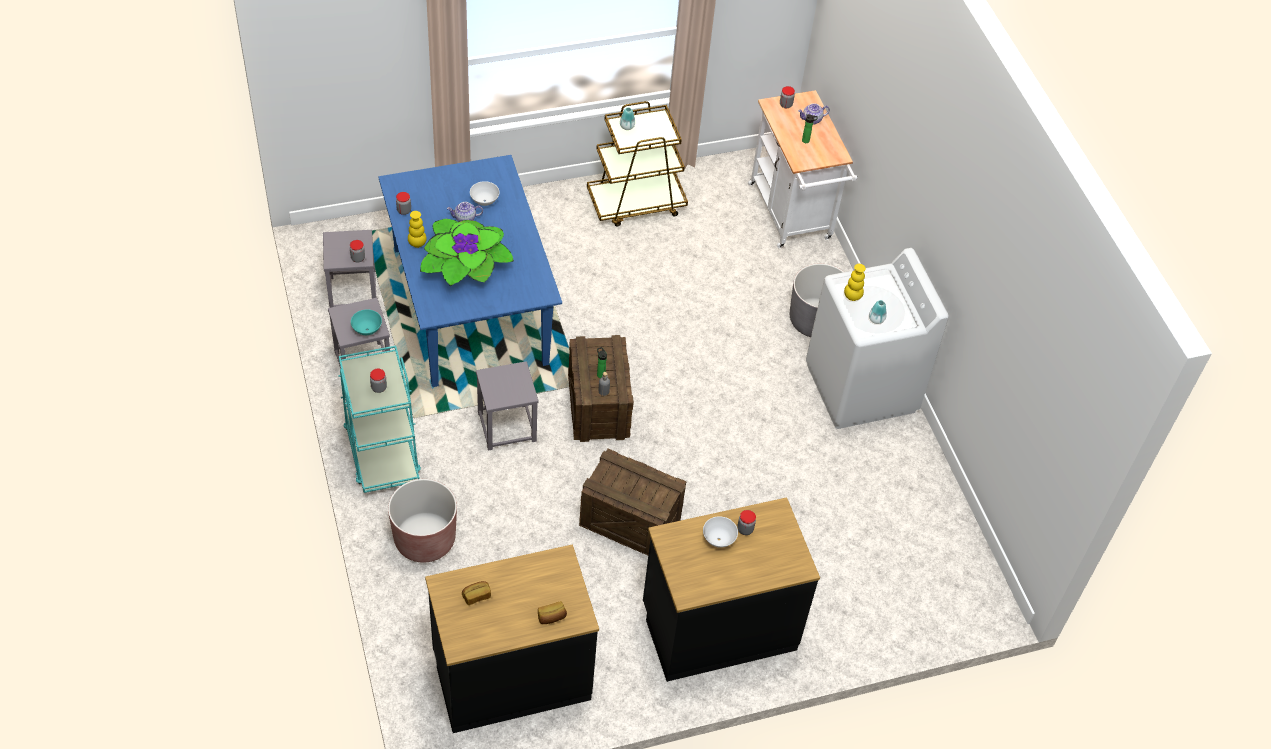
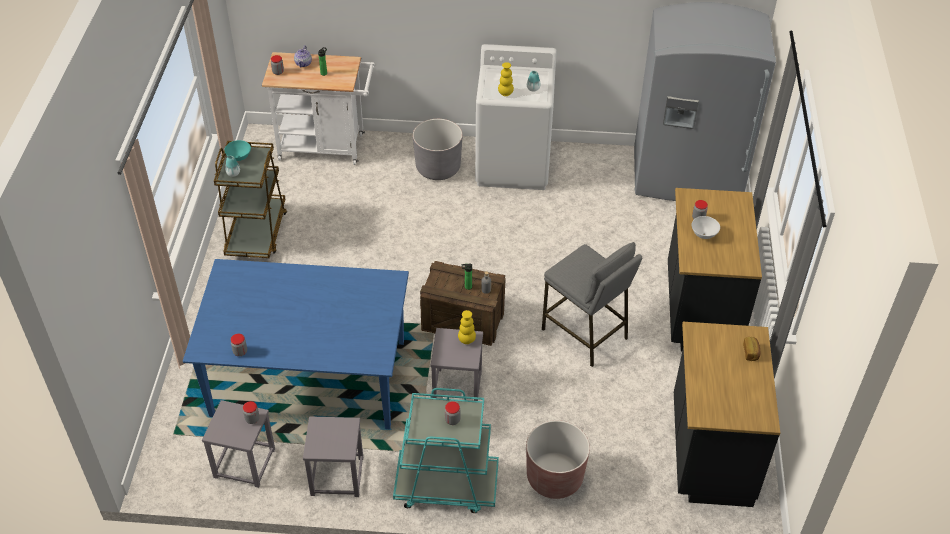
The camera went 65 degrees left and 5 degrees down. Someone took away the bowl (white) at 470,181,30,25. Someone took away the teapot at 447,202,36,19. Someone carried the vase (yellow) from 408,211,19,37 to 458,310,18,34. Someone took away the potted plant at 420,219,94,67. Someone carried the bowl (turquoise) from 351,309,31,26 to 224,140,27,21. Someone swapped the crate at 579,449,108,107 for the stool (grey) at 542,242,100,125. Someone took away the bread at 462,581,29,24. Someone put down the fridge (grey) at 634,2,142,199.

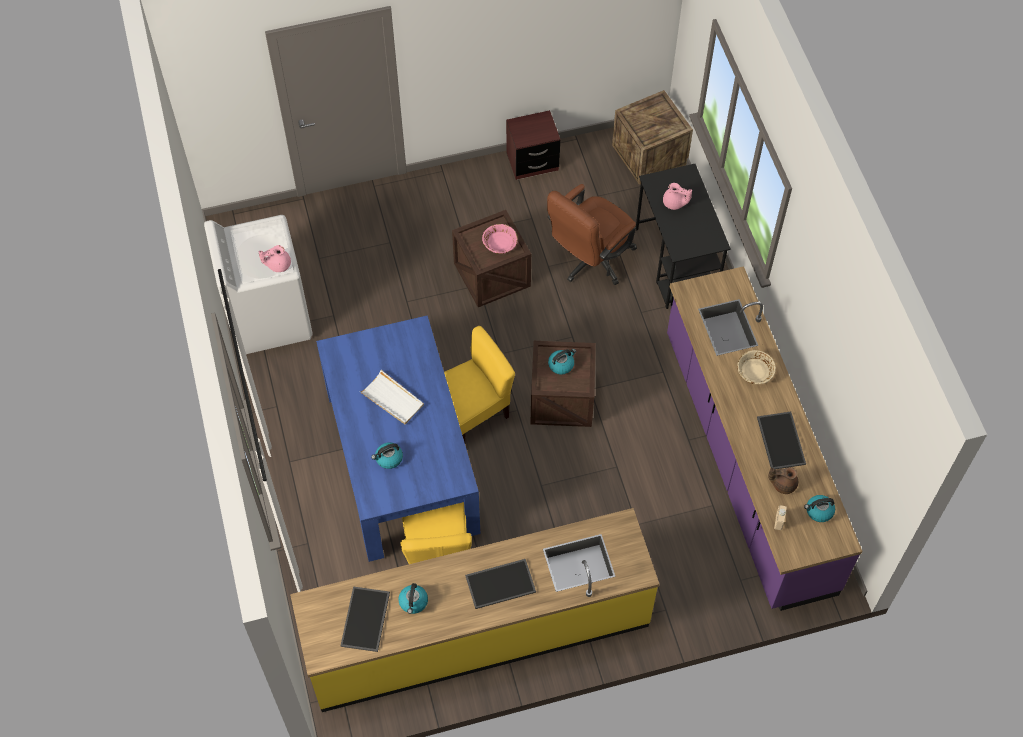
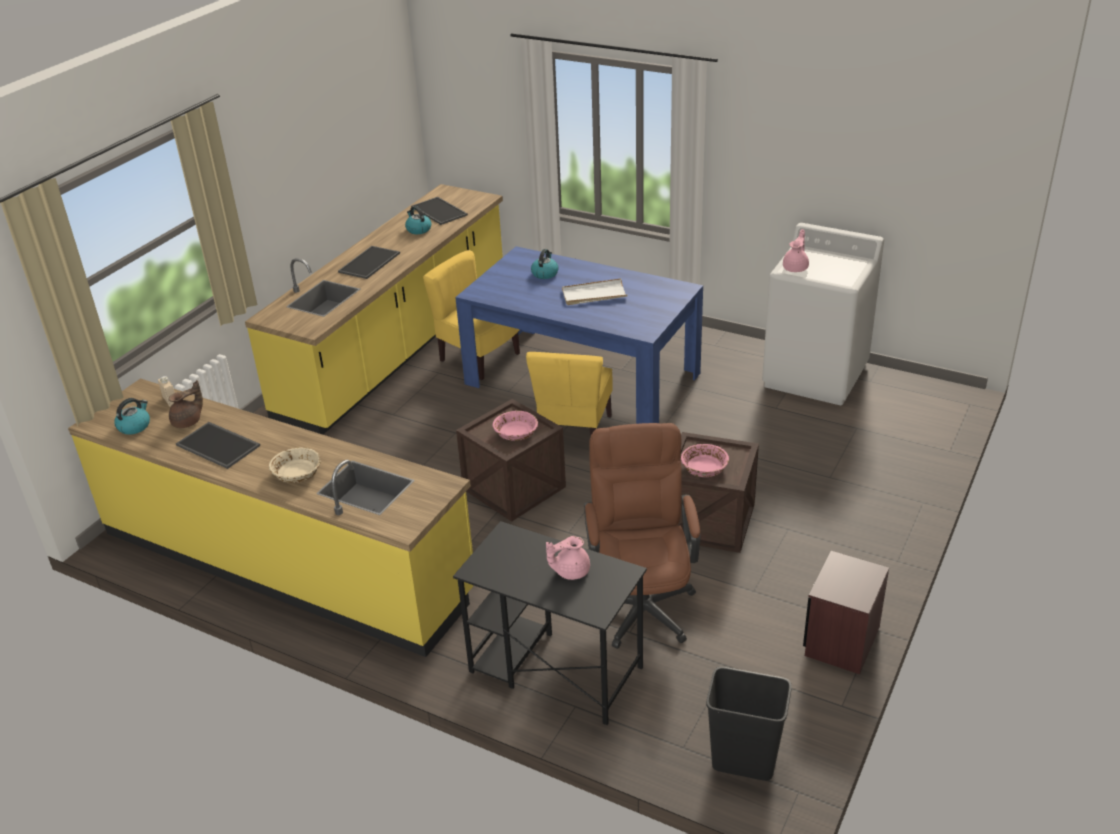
The camera went 135 degrees right and 25 degrees down. Someone swapped the crate at 612,90,81,95 for the trash can (black) at 706,667,86,114. Someone repainted the counter (purple) at 667,266,195,345, which became the counter (yellow) at 68,378,406,279. Someone swapped the kettle at 548,349,28,26 for the bowl (pink) at 493,410,45,31.

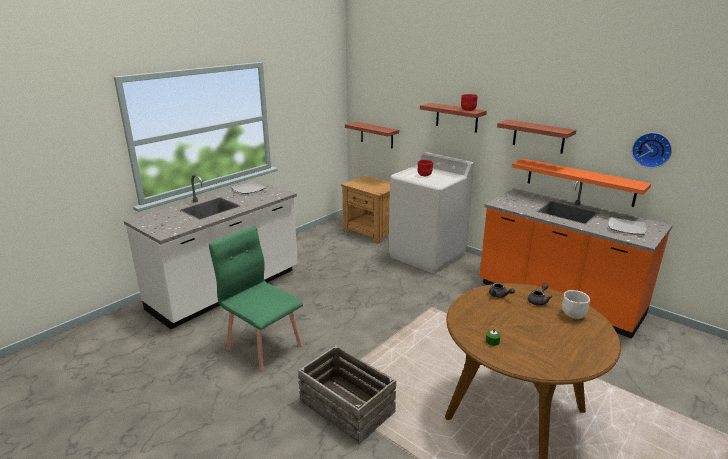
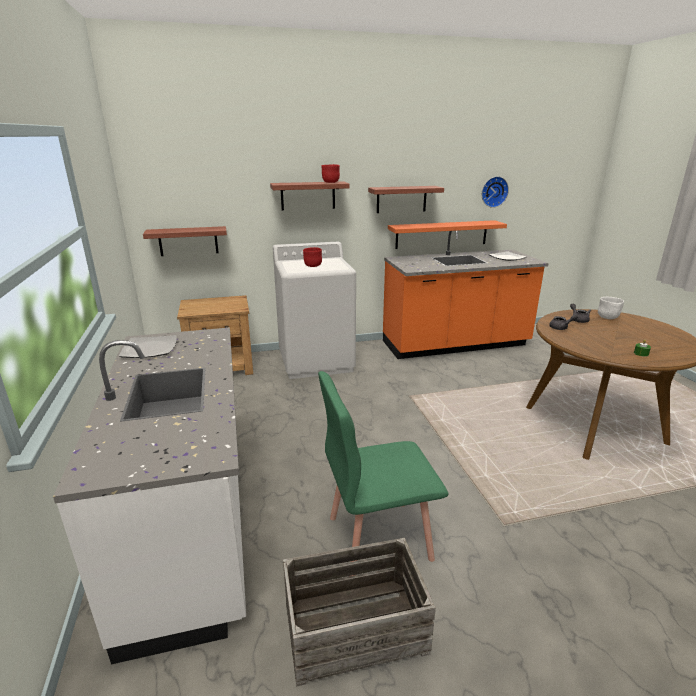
The camera went 55 degrees left and 0 degrees up. Someone carried the crate from 298,345,98,100 to 283,538,153,149.

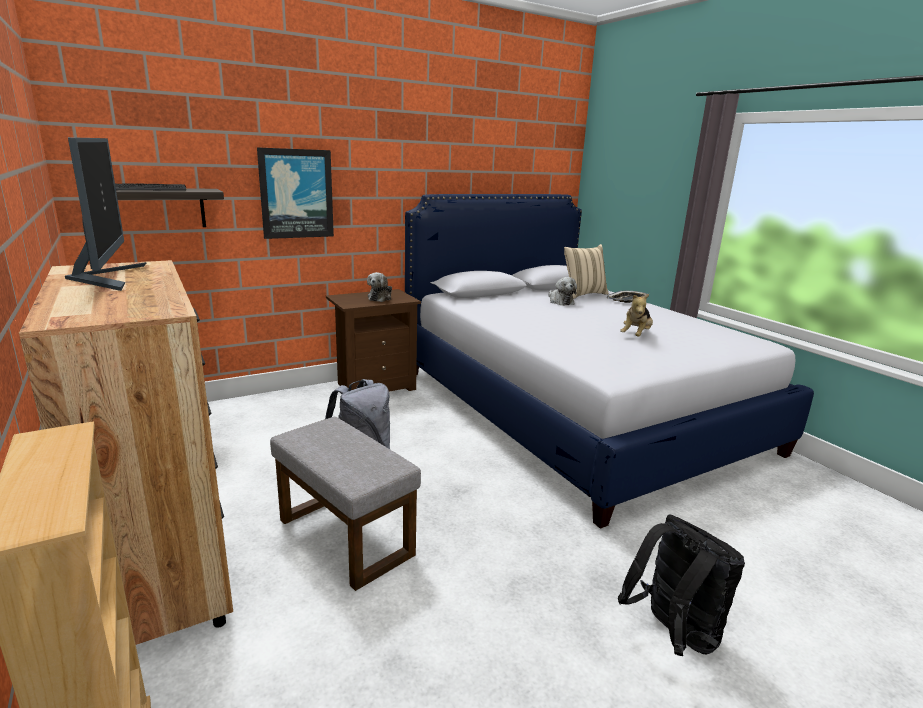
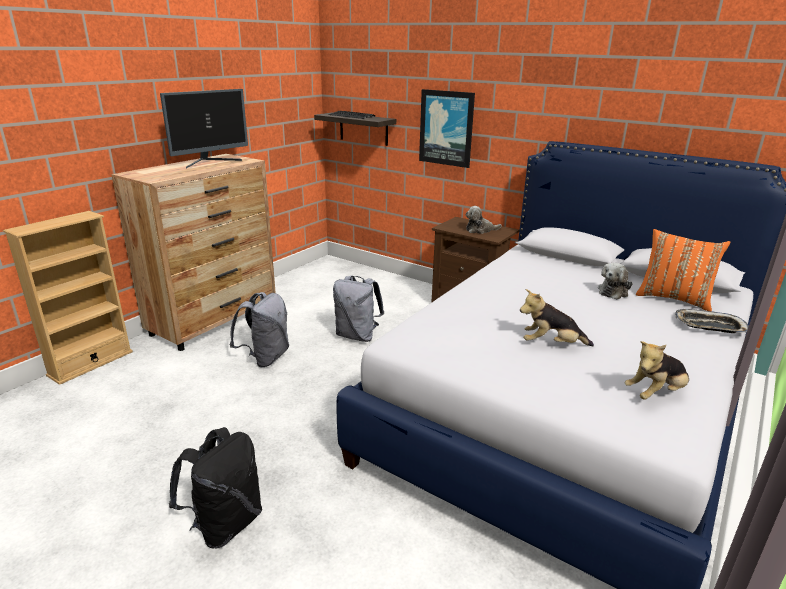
The camera went 65 degrees right and 5 degrees up. Someone repainted the pillow (beige) at 564,244,45,55, which became the pillow (orange) at 636,229,95,82. Someone swapped the ottoman (grey) at 270,417,151,174 for the backpack (grey) at 229,292,60,75. Someone put down the plush toy at 624,341,65,59.

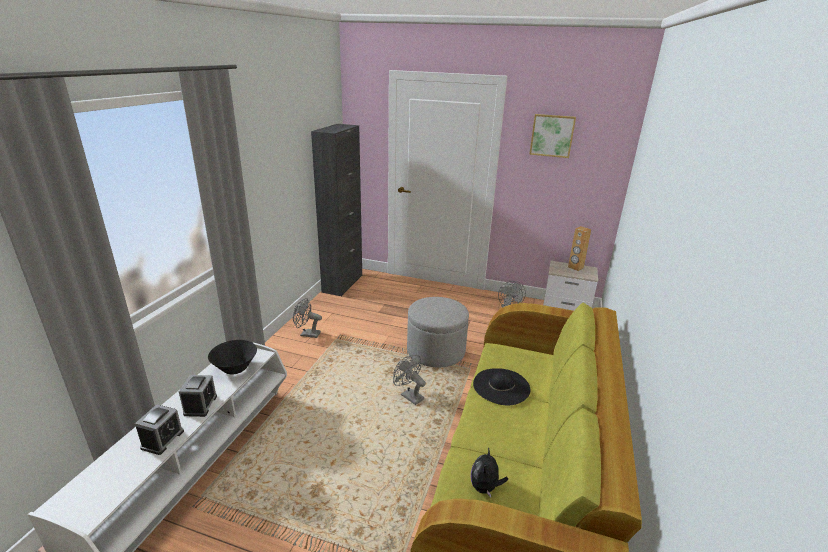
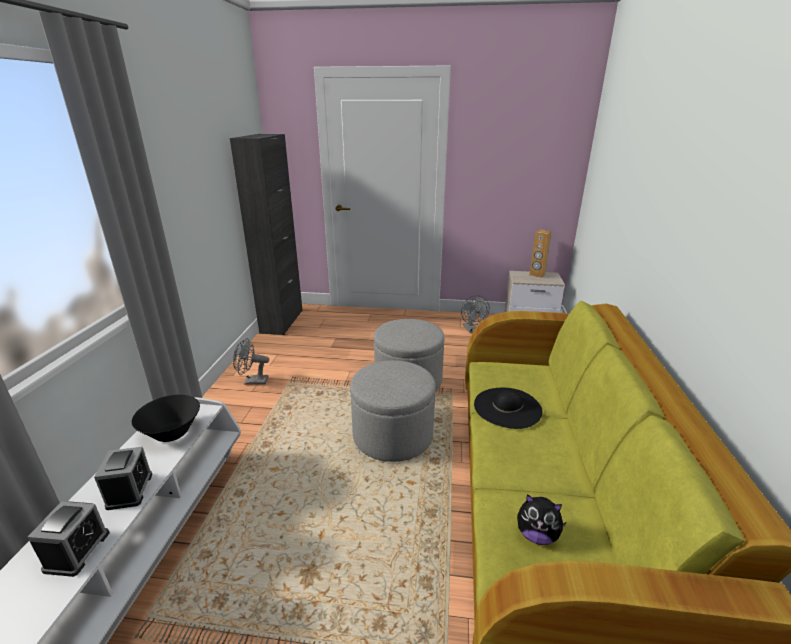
The camera went 10 degrees left and 0 degrees up. Someone took away the picture at 529,114,47,44. Someone swapped the fan (grey) at 393,355,33,50 for the ottoman (grey) at 350,360,86,102. Someone rotated the plush toy at 471,447,37,51 by 75 degrees counterclockwise.

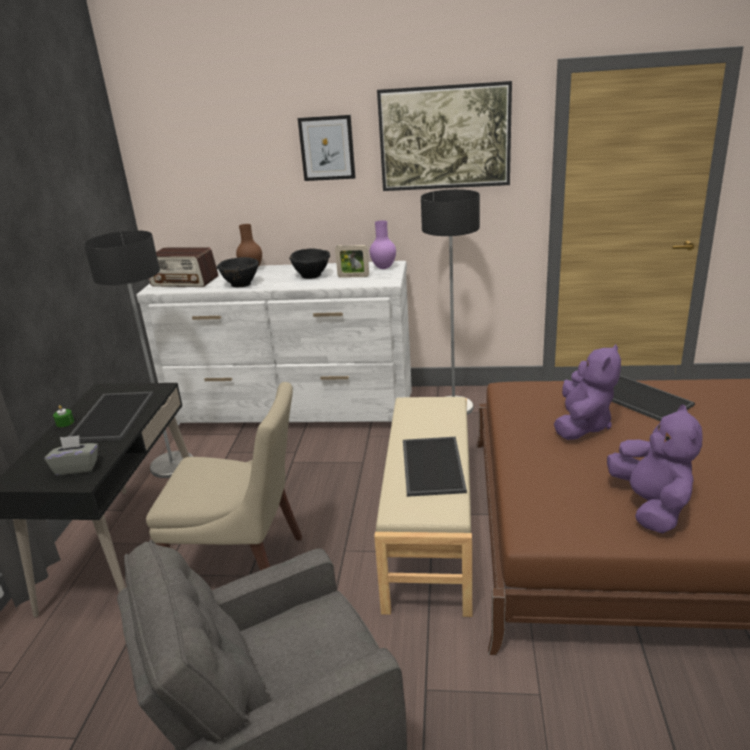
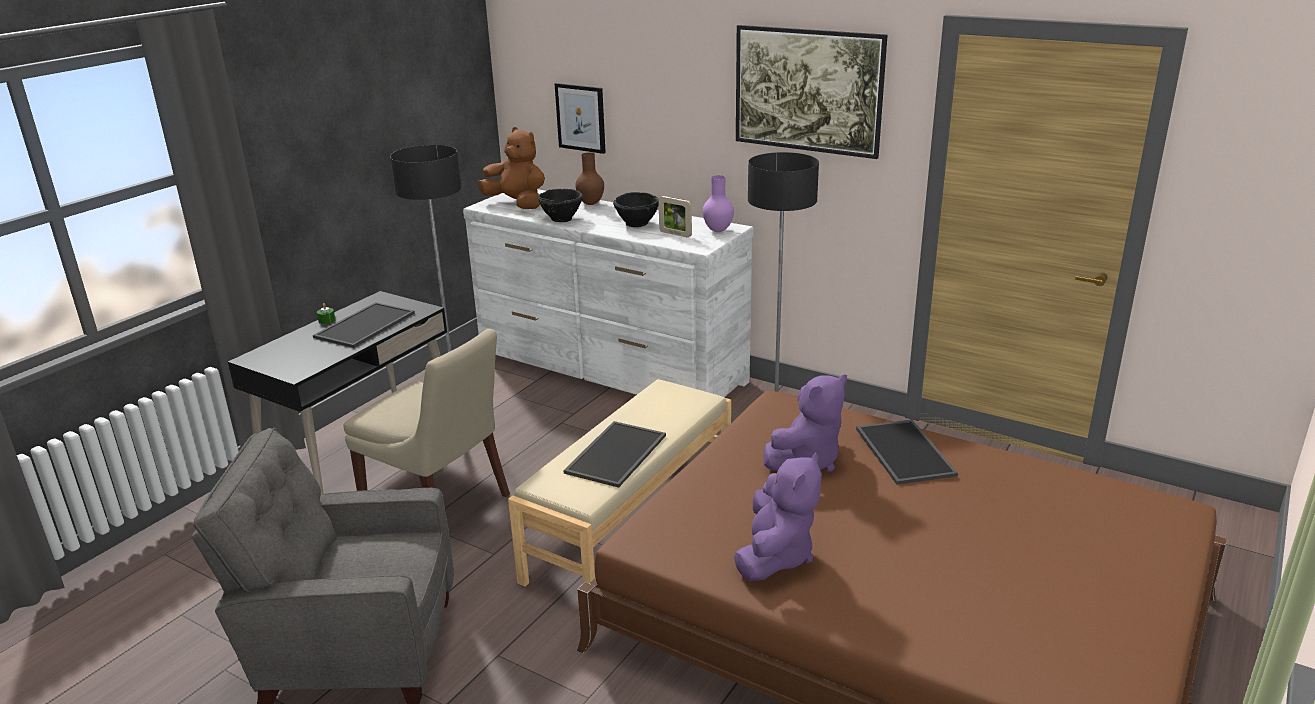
The camera went 25 degrees right and 0 degrees up. Someone carried the picture from 298,115,57,66 to 555,83,51,71. Someone swapped the radio at 149,247,69,40 for the plush toy (brown) at 478,127,67,82. Someone took away the tissue box (grey) at 44,435,54,40.

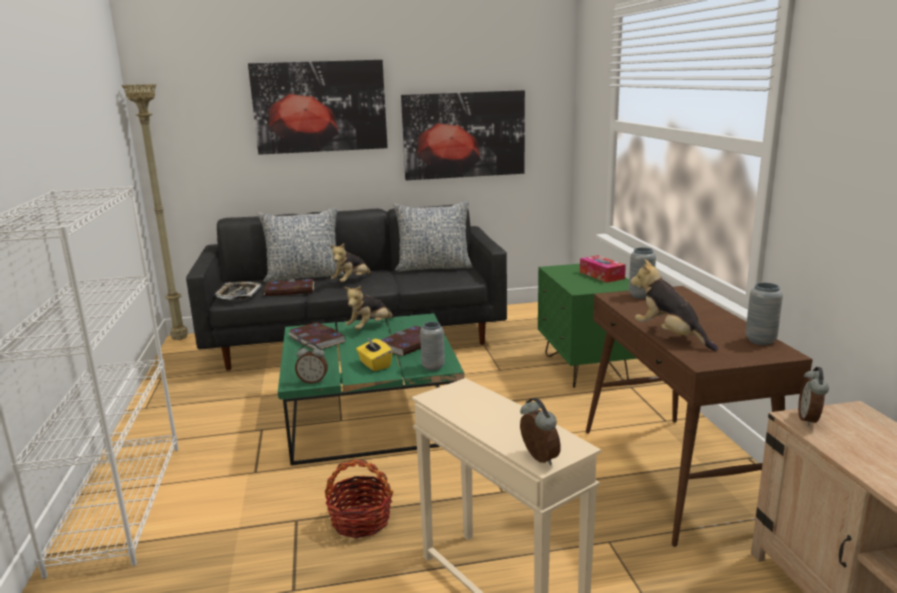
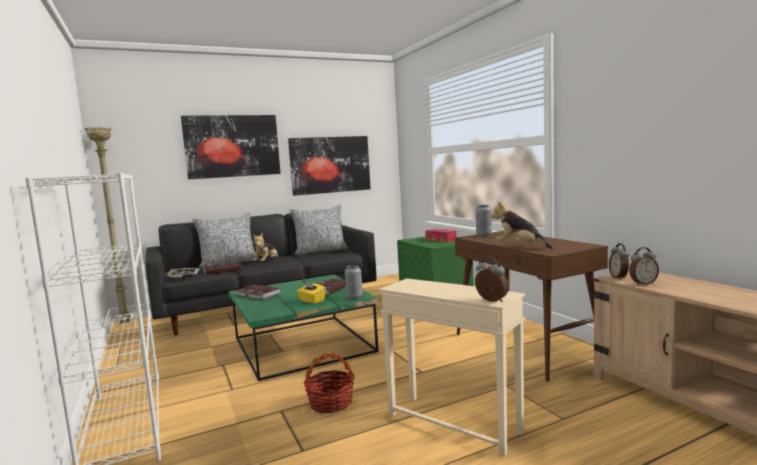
The camera went 15 degrees left and 10 degrees down. Someone took away the vase (grey) at 745,283,38,62. Someone took away the plush toy at 344,285,50,45. Someone carried the alarm clock from 295,343,33,41 to 629,247,30,38.

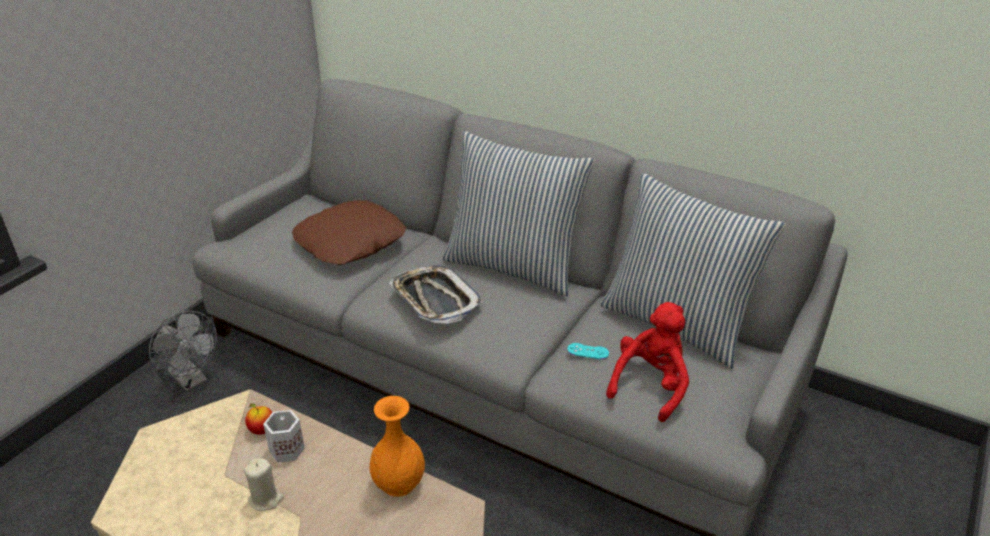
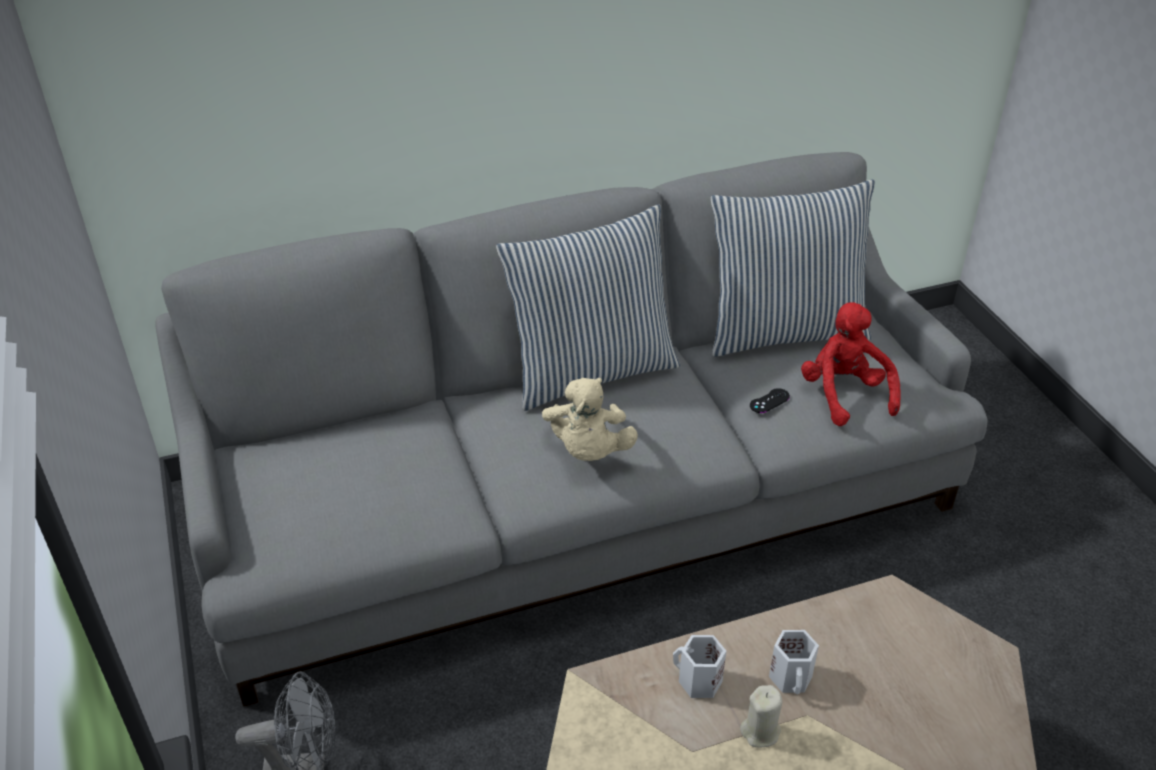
The camera went 50 degrees left and 5 degrees up. Someone took away the pillow (brown) at 292,200,114,65. Someone swapped the tray at 389,265,94,59 for the plush toy (beige) at 542,378,96,83. Someone repainted the game controller (turquoise) at 567,343,42,16, which became the game controller (black) at 750,388,40,25. Someone took away the vase (orange) at 369,396,56,101. Someone took away the apple at 245,403,28,32. Someone put down the mug (white) at 769,630,50,65.

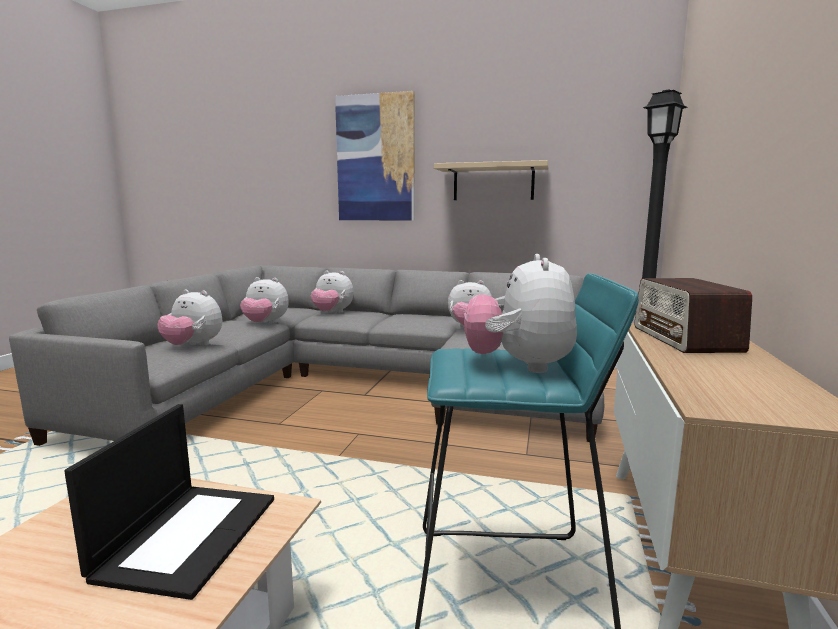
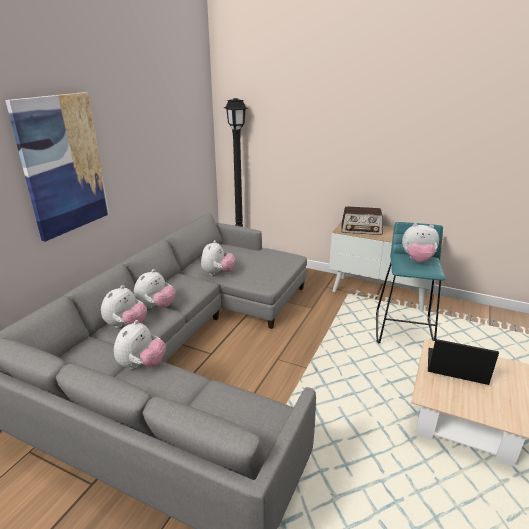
The camera went 80 degrees left and 15 degrees up. Someone took away the shelf (beige) at 434,160,115,40. Someone carried the plush toy from 157,289,65,57 to 134,269,42,40.

